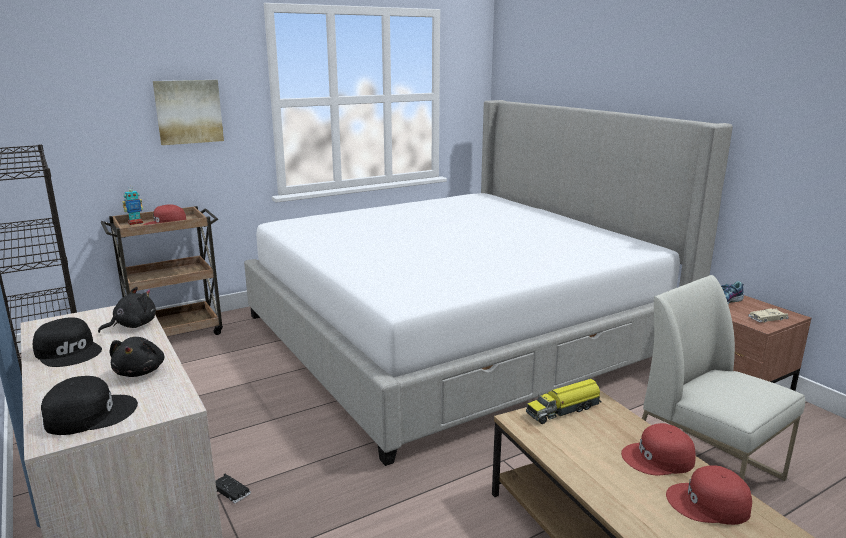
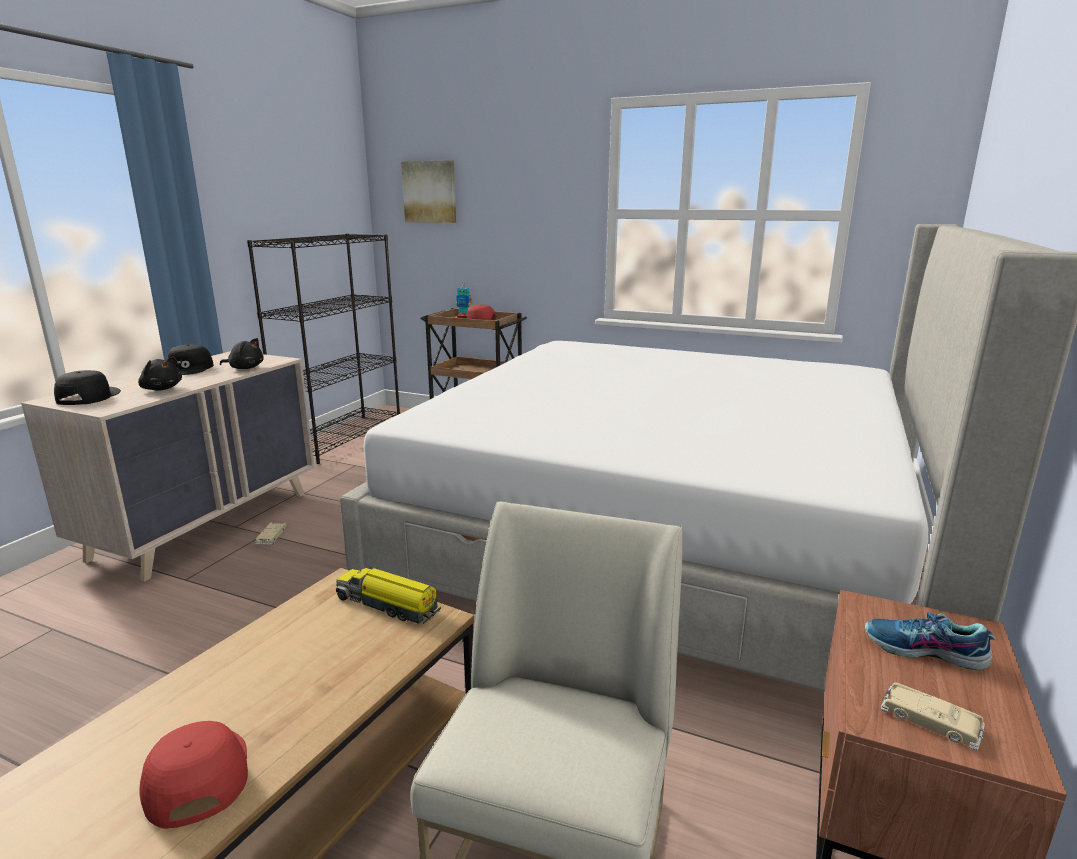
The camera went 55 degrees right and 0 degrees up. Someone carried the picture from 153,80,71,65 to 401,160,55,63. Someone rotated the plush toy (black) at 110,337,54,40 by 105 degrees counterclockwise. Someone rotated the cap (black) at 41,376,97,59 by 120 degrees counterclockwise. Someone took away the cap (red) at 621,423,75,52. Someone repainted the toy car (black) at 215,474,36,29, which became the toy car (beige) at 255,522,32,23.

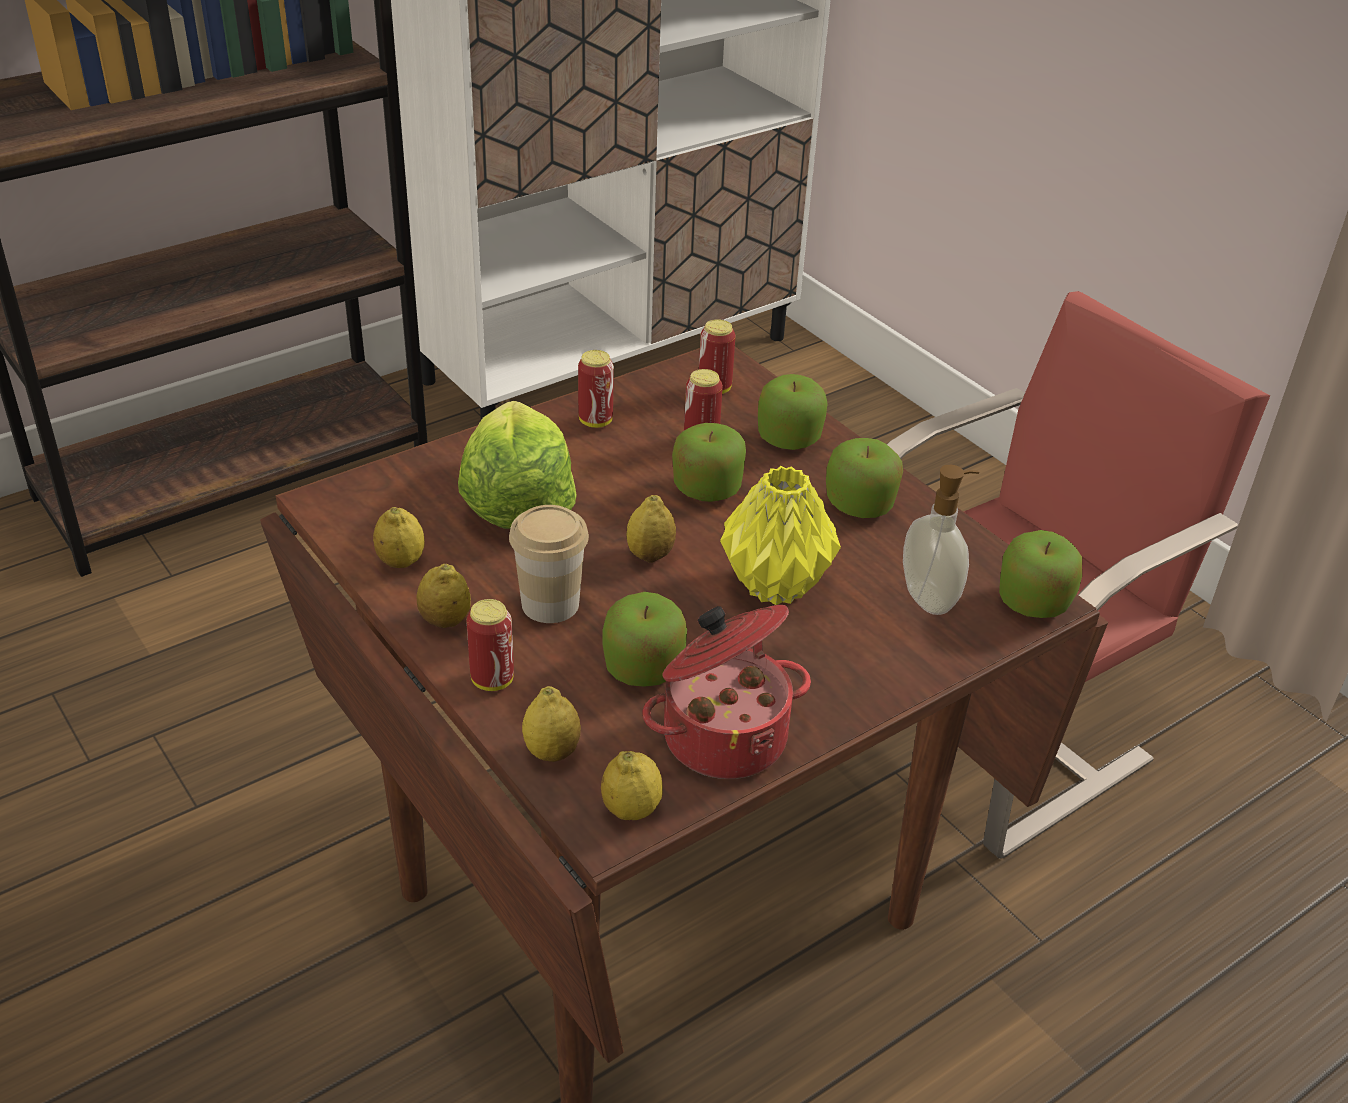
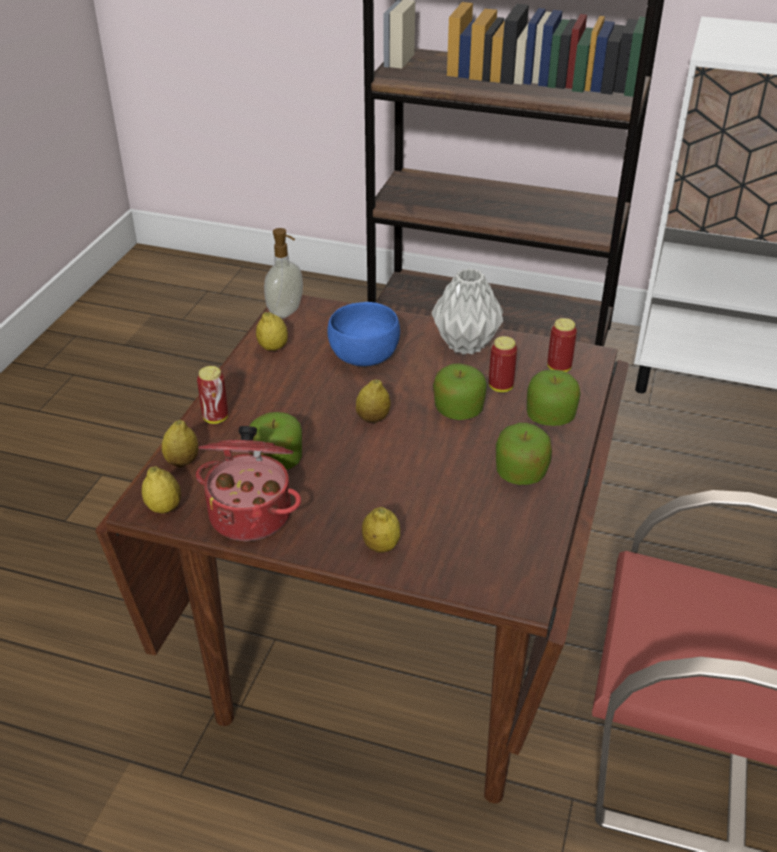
The camera went 55 degrees right and 0 degrees up. Someone swapped the can at 578,350,36,78 for the vase (grey) at 431,268,72,87. Someone swapped the lettuce at 458,401,119,128 for the bowl (blue) at 327,302,73,64. Someone carried the soap dispenser from 903,465,76,150 to 264,228,39,91. Someone took away the vase (yellow) at 720,466,121,139. Someone took away the cup at 509,505,80,118. Someone took away the apple at 999,530,83,88. Someone carried the lemon from 416,564,55,64 to 362,507,38,46.

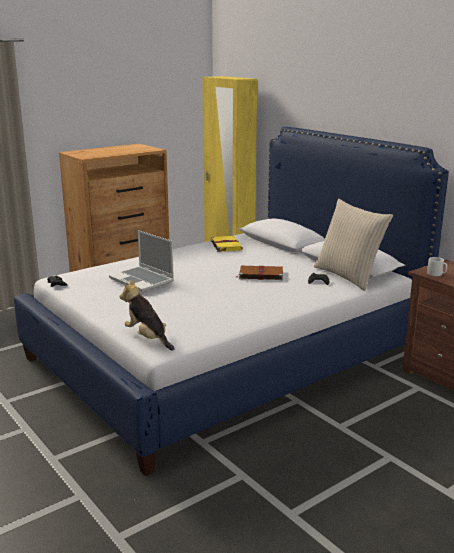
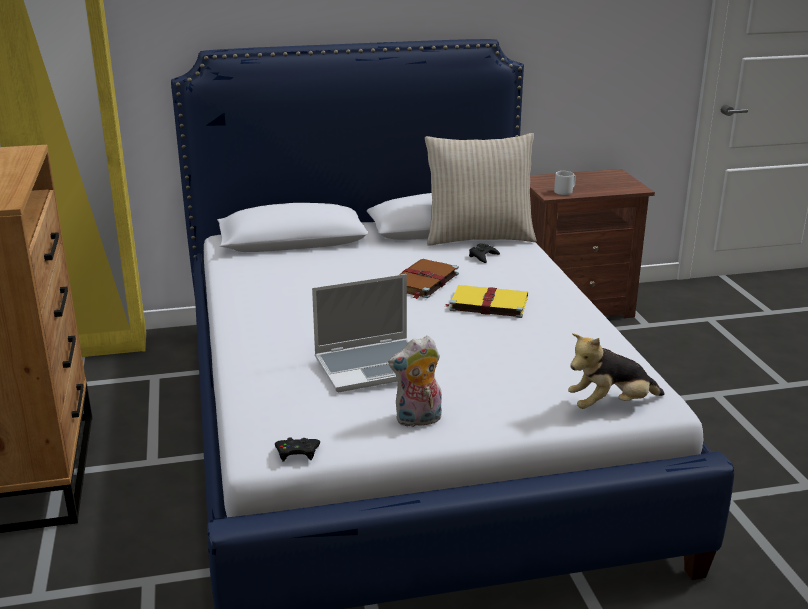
The camera went 65 degrees left and 5 degrees up. Someone carried the book (yellow) from 211,236,32,16 to 446,285,82,33. Someone put down the plush toy at 388,336,54,91.

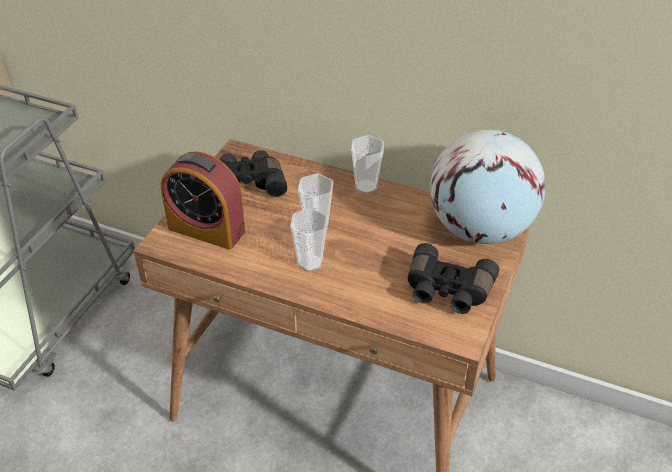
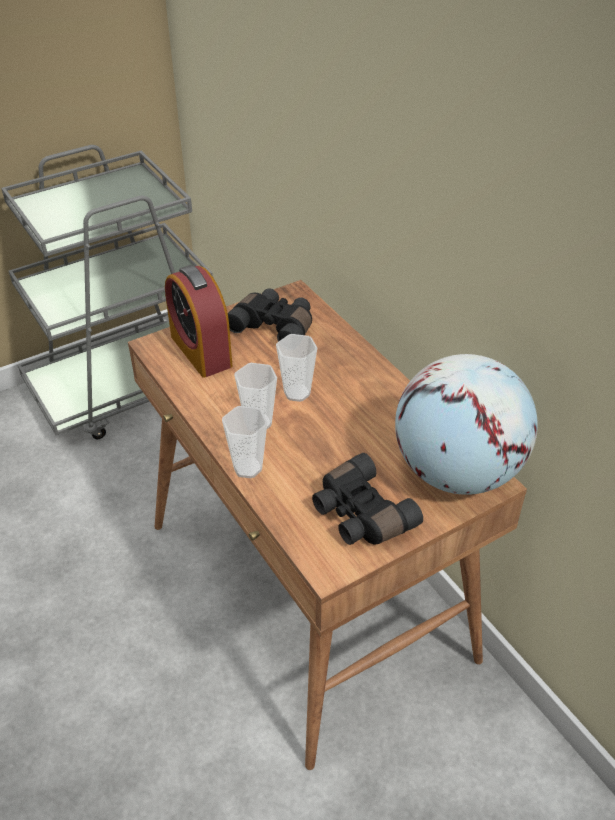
The camera went 35 degrees right and 0 degrees up. Someone carried the cup from 351,135,33,59 to 222,406,45,72.

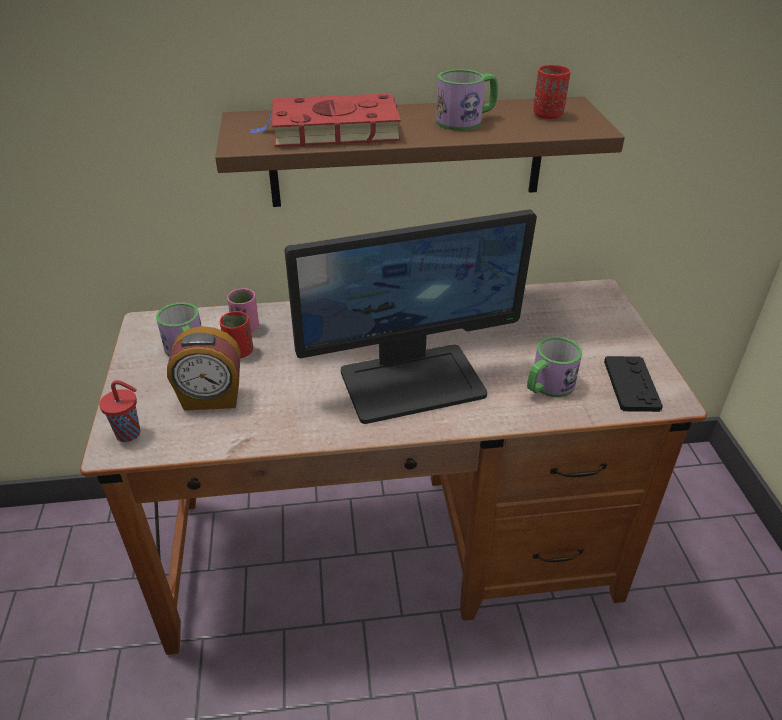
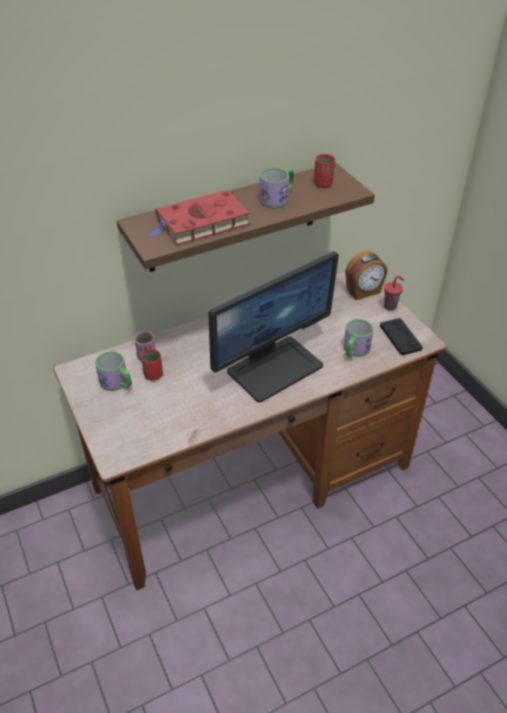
The camera went 20 degrees left and 5 degrees up. Someone carried the alarm clock from 167,326,74,85 to 345,251,42,49. Someone carried the cup (red) from 99,380,41,62 to 384,276,20,35.

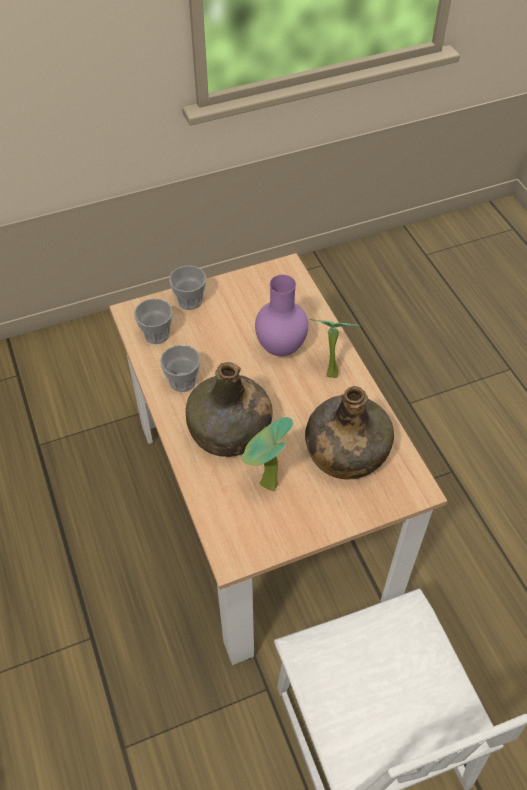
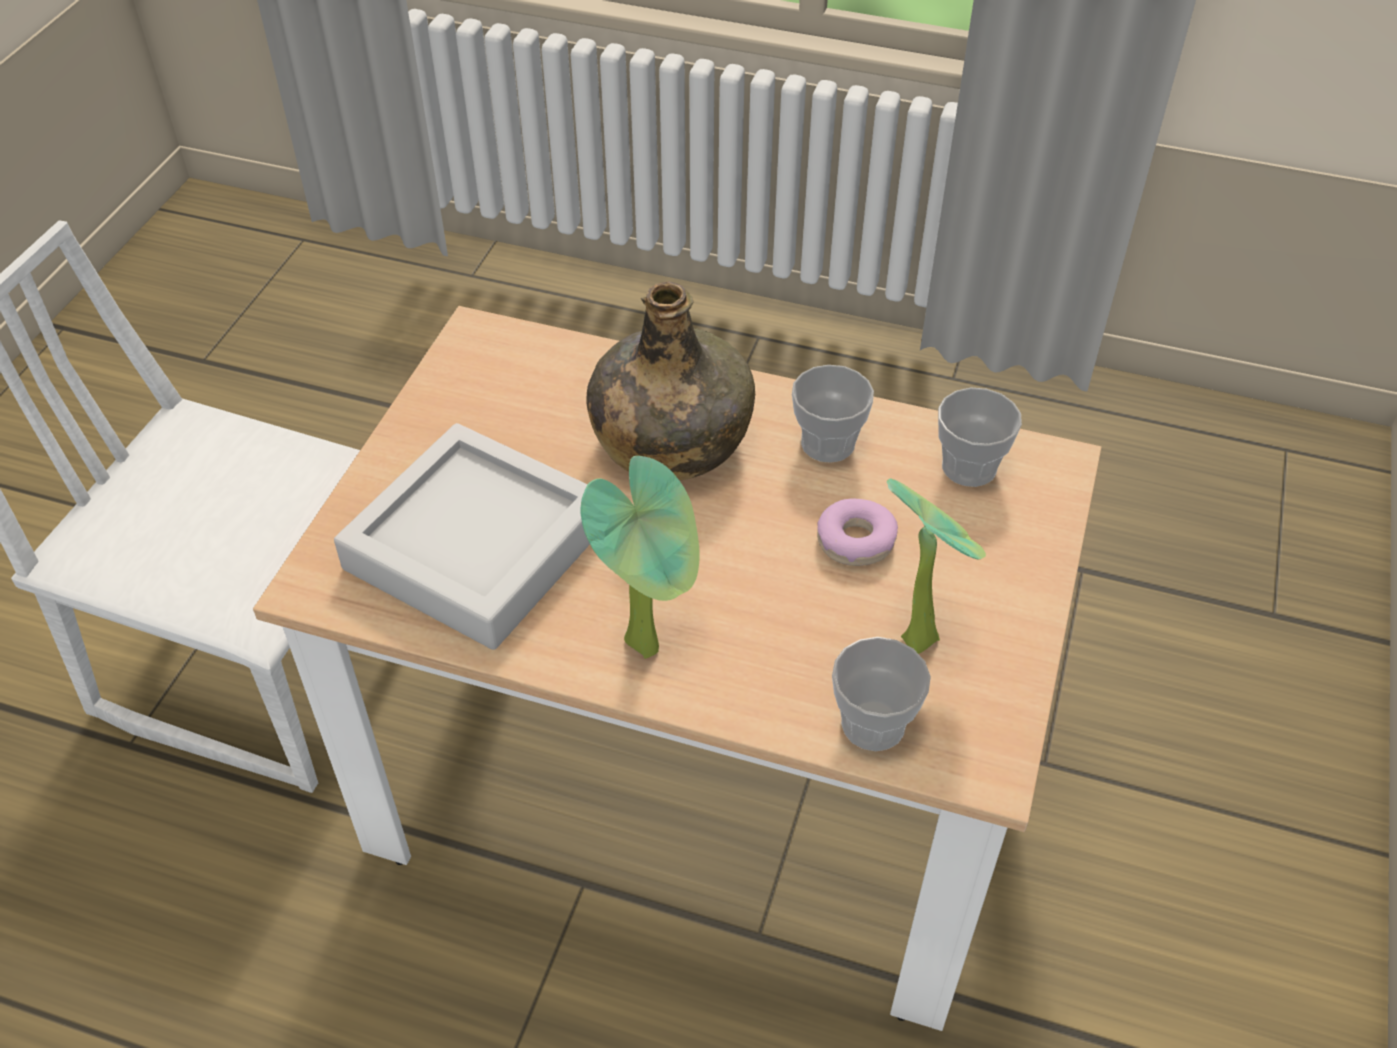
The camera went 130 degrees right and 5 degrees down. Someone carried the cup from 169,265,37,45 to 832,637,99,114. Someone took away the vase (purple) at 255,275,54,81. Someone swapped the bottle (green) at 305,386,89,93 for the tray (grey) at 334,423,256,227. Someone carried the potted plant from 241,417,53,74 to 887,478,99,176. Someone put down the donut at 817,498,81,68.

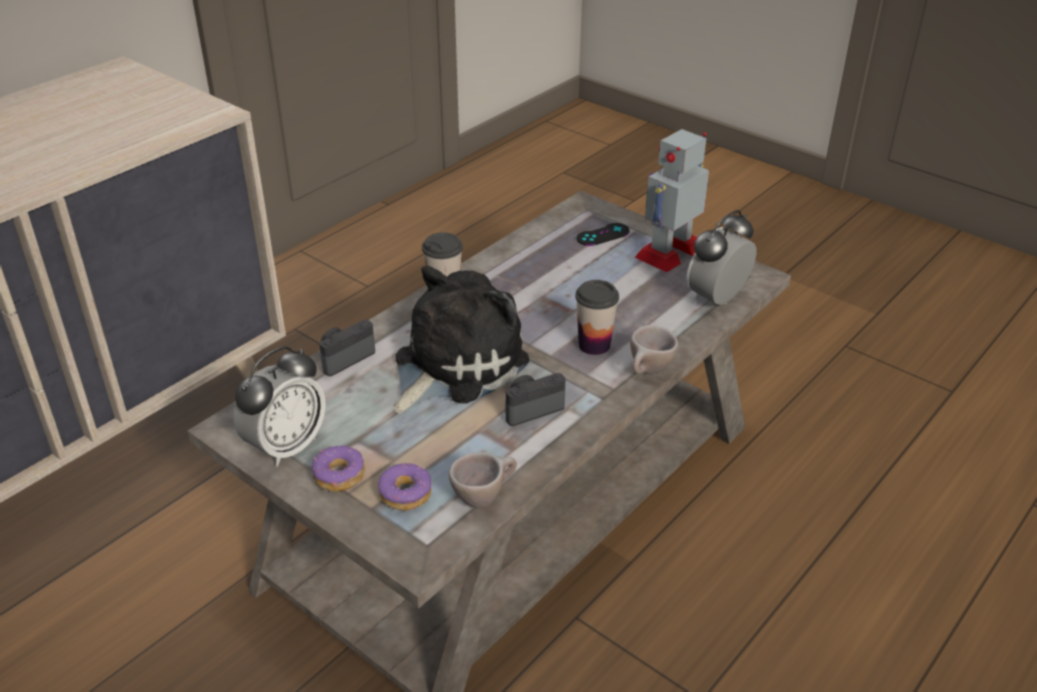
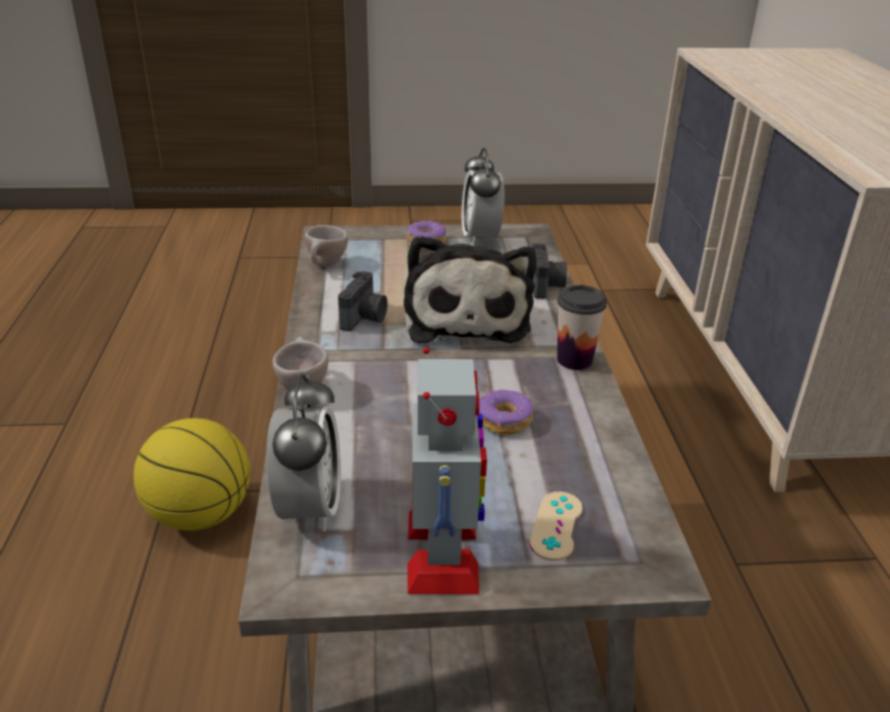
The camera went 135 degrees right and 5 degrees down. Someone repainted the game controller (black) at 577,223,52,23, which became the game controller (beige) at 529,491,54,70. Someone took away the cup at 575,280,44,75. Someone carried the donut from 378,463,53,48 to 479,390,54,45. Someone put down the basketball at 133,418,117,113.

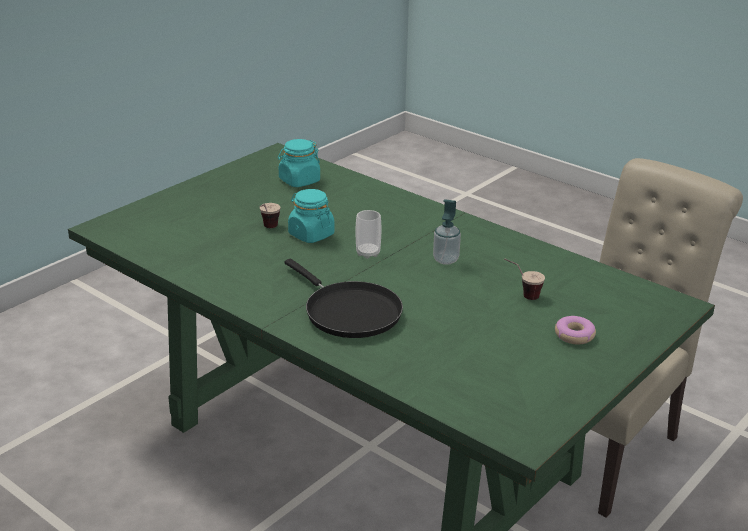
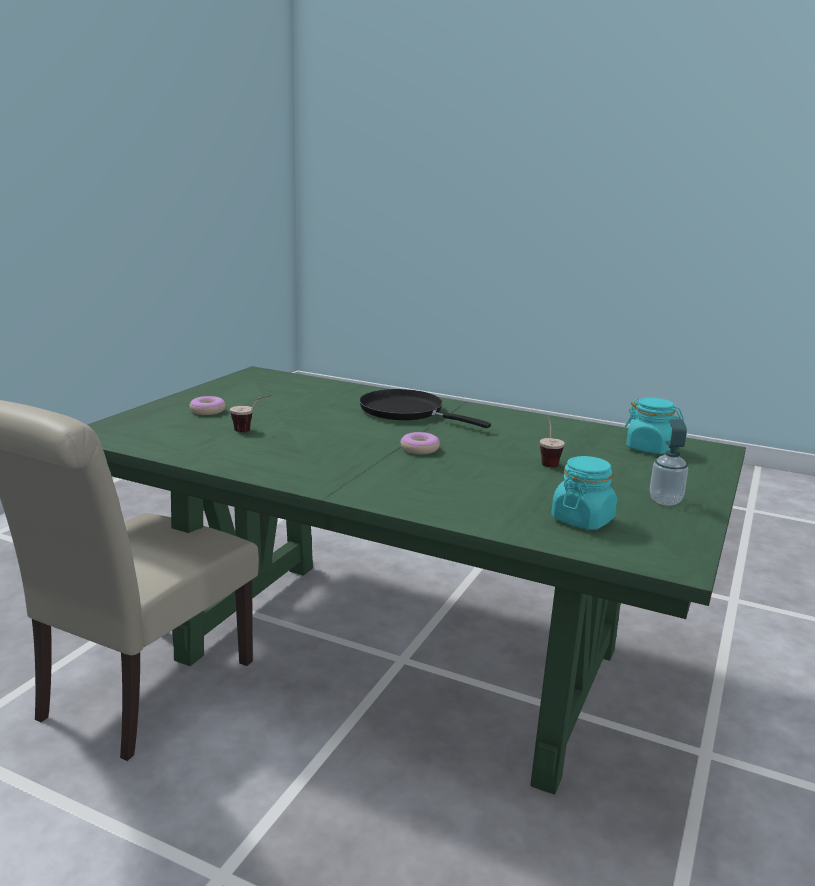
The camera went 165 degrees right and 10 degrees down. Someone carried the jar (turquoise) from 288,189,46,54 to 625,398,59,56. Someone carried the soap dispenser from 433,199,28,66 to 650,419,38,87. Someone swapped the cup at 356,210,25,49 for the donut at 400,432,40,22.

